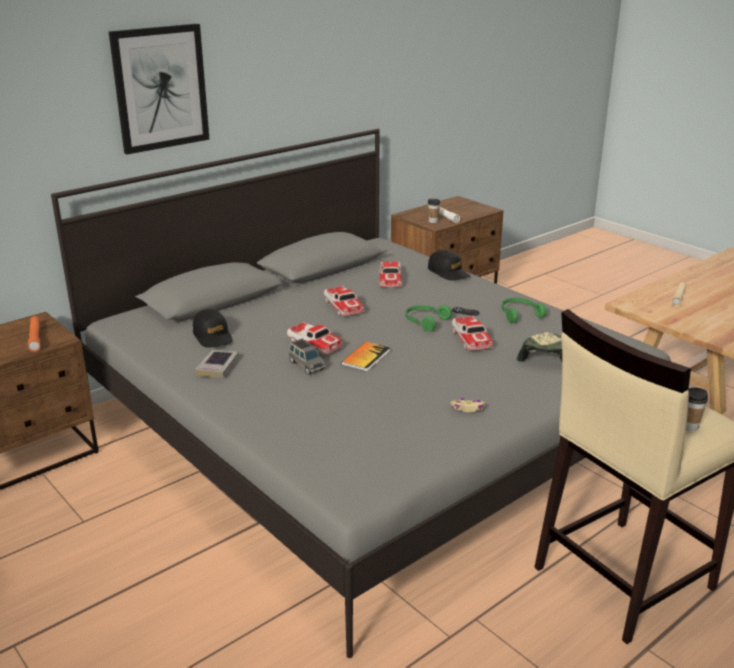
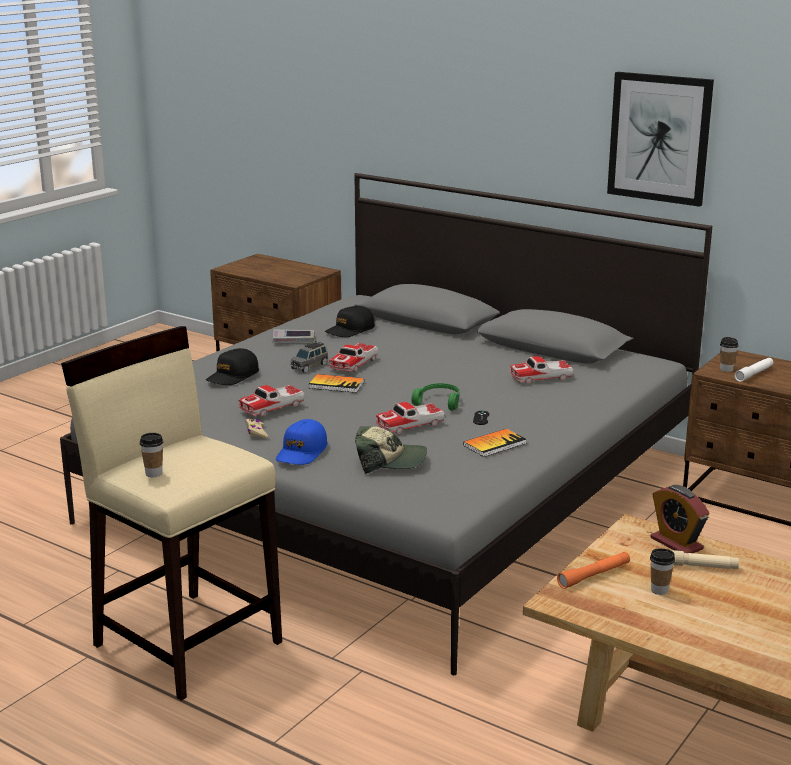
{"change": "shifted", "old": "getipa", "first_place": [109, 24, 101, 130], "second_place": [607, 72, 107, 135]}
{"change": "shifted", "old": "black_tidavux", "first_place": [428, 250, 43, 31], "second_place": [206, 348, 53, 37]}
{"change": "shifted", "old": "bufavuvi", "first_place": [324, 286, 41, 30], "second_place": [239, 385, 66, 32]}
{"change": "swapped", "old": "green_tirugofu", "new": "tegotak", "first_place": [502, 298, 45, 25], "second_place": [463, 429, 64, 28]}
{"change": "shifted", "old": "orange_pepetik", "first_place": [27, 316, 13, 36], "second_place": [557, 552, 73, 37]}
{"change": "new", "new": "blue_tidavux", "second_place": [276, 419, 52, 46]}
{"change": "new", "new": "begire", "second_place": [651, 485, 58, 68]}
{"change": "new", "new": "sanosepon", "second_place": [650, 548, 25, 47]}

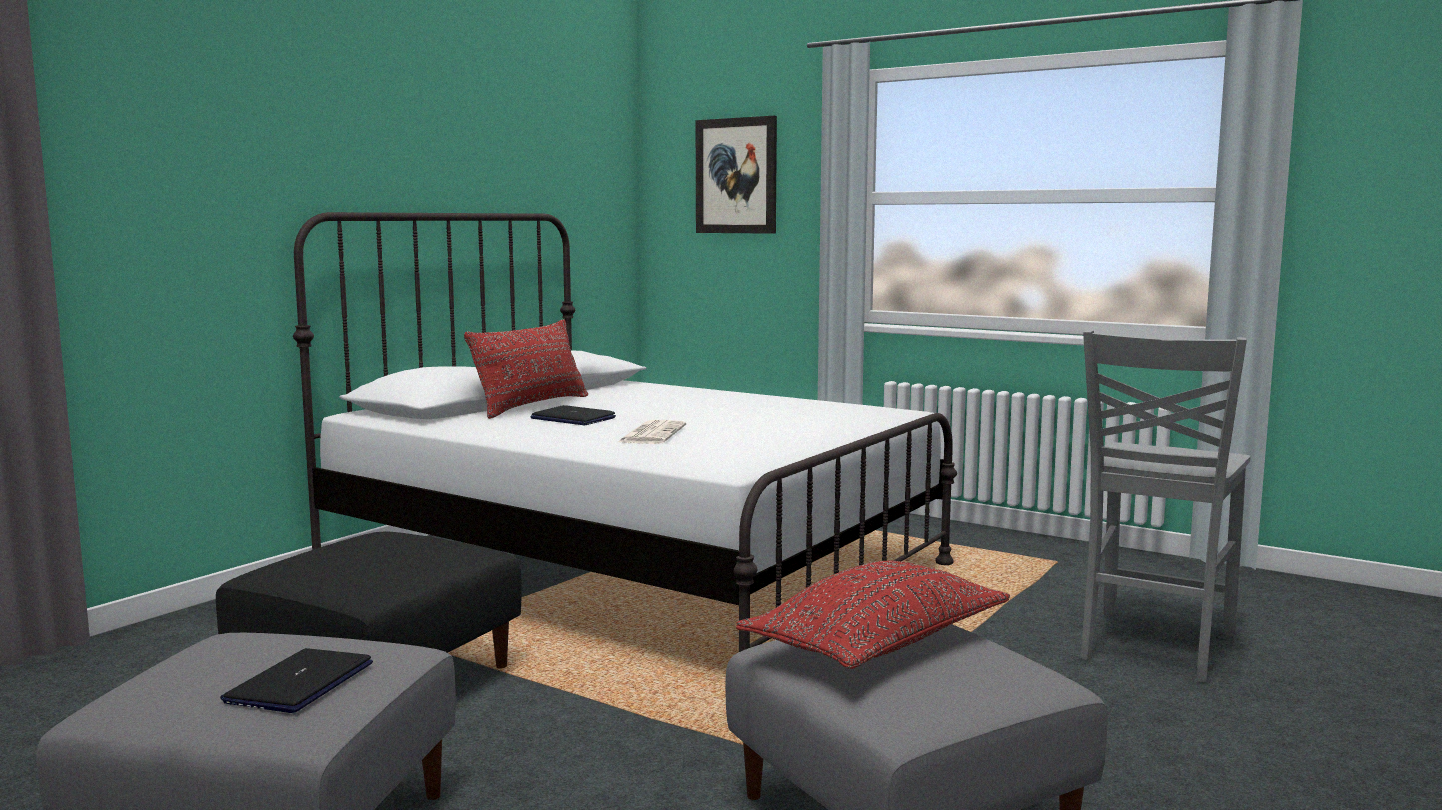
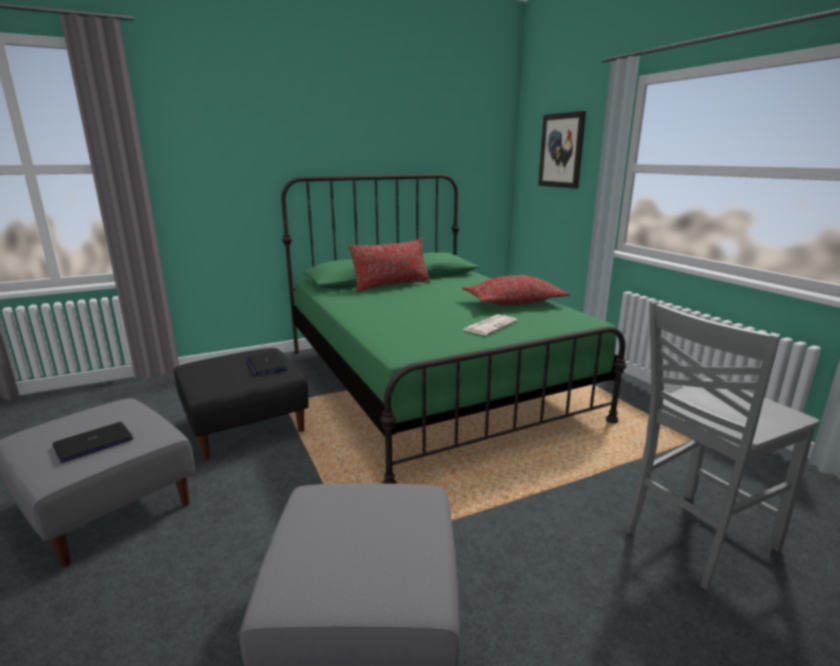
{"change": "repainted", "old": "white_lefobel", "new": "green_lefobel", "first_place": [293, 212, 664, 440], "second_place": [281, 174, 346, 310]}
{"change": "shifted", "old": "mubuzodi", "first_place": [530, 405, 86, 20], "second_place": [246, 351, 42, 24]}
{"change": "shifted", "old": "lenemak", "first_place": [618, 420, 68, 24], "second_place": [463, 315, 55, 20]}
{"change": "shifted", "old": "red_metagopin", "first_place": [736, 561, 274, 108], "second_place": [463, 275, 107, 30]}

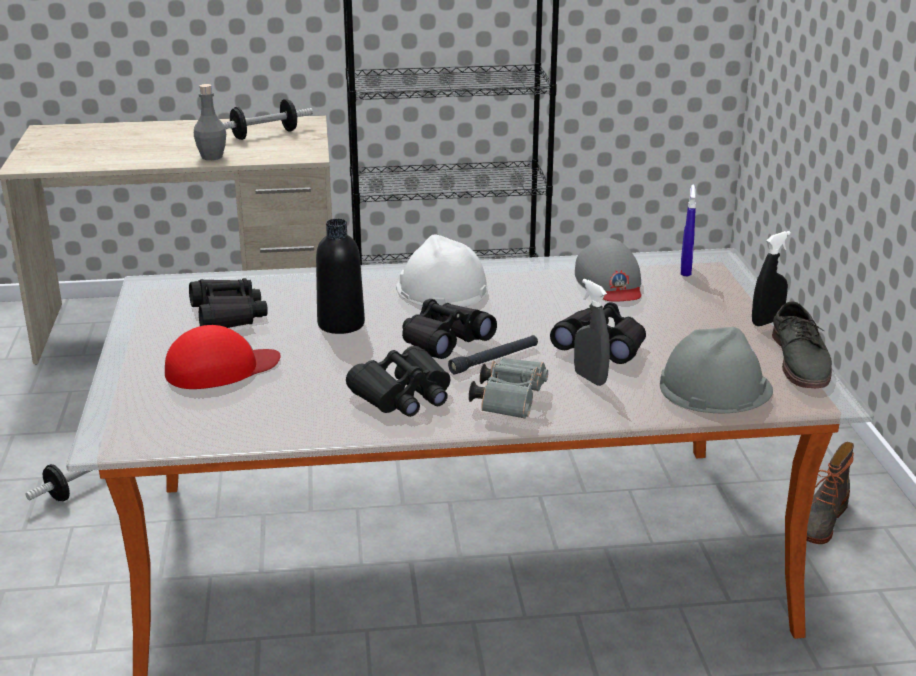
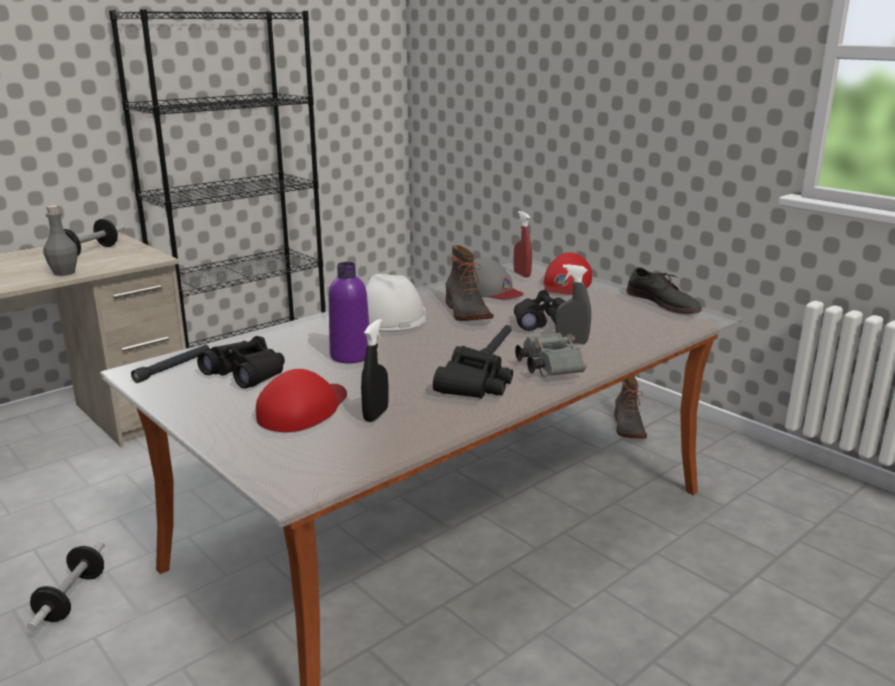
{"change": "repainted", "old": "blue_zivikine", "new": "red_zivikine", "first_place": [681, 185, 15, 91], "second_place": [513, 211, 19, 66]}
{"change": "repainted", "old": "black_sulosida", "new": "purple_sulosida", "first_place": [316, 219, 49, 115], "second_place": [329, 262, 40, 101]}
{"change": "shifted", "old": "black_zivikine", "first_place": [752, 231, 39, 95], "second_place": [361, 319, 27, 103]}
{"change": "gone", "old": "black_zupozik", "first_place": [402, 299, 95, 60]}
{"change": "gone", "old": "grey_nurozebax", "first_place": [660, 327, 113, 86]}
{"change": "new", "new": "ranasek", "second_place": [446, 245, 47, 76]}
{"change": "new", "new": "red_tidavux", "second_place": [544, 252, 48, 43]}
{"change": "new", "new": "black_pepetik", "second_place": [131, 344, 79, 39]}

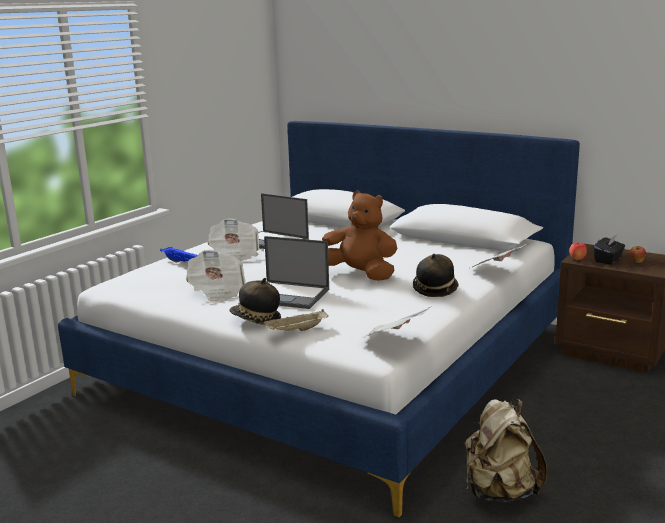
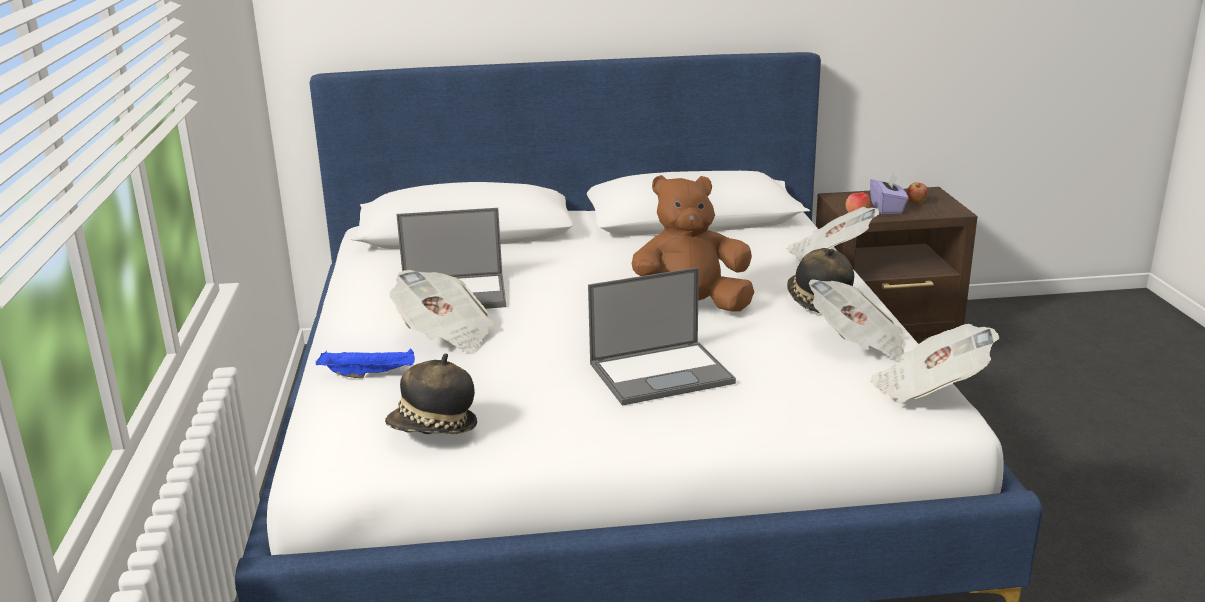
{"change": "repainted", "old": "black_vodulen", "new": "purple_vodulen", "first_place": [594, 235, 31, 30], "second_place": [870, 172, 39, 42]}
{"change": "shifted", "old": "lenemak", "first_place": [186, 250, 59, 54], "second_place": [809, 279, 95, 81]}
{"change": "shifted", "old": "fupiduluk", "first_place": [230, 278, 51, 47], "second_place": [385, 353, 92, 81]}
{"change": "gone", "old": "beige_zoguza", "first_place": [264, 310, 64, 21]}
{"change": "gone", "old": "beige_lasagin", "first_place": [465, 399, 82, 103]}

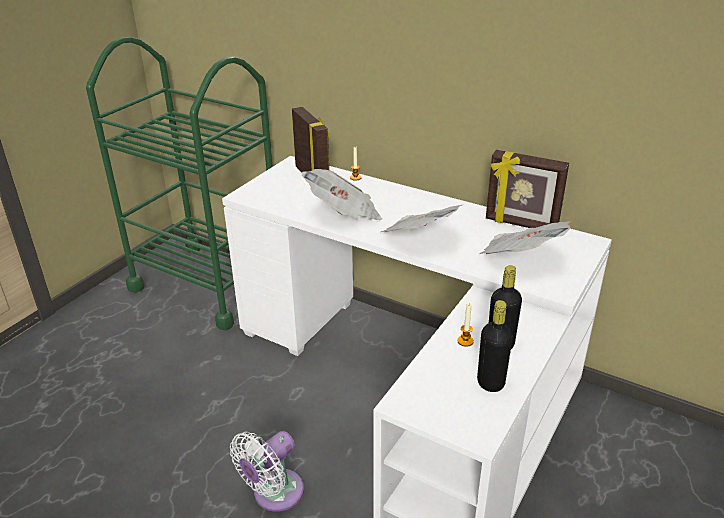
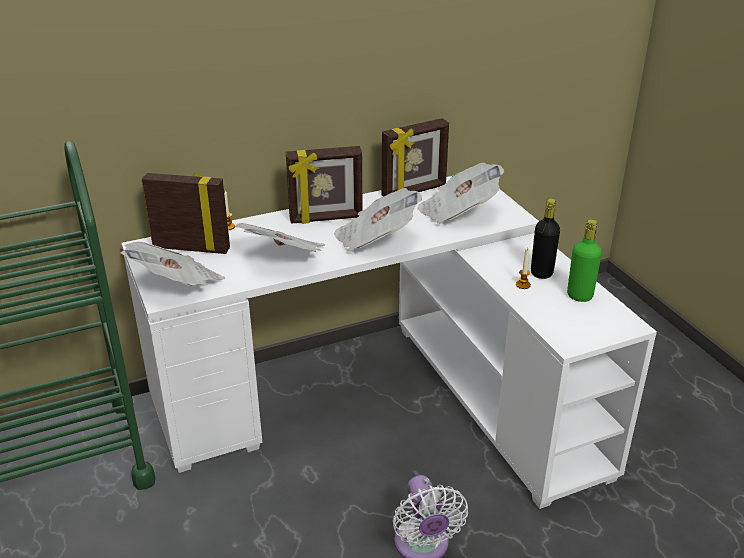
{"change": "repainted", "old": "black_sulosida", "new": "green_sulosida", "first_place": [477, 300, 36, 92], "second_place": [567, 219, 35, 83]}
{"change": "new", "new": "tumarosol", "second_place": [286, 146, 76, 78]}
{"change": "new", "new": "lenemak", "second_place": [120, 242, 105, 44]}

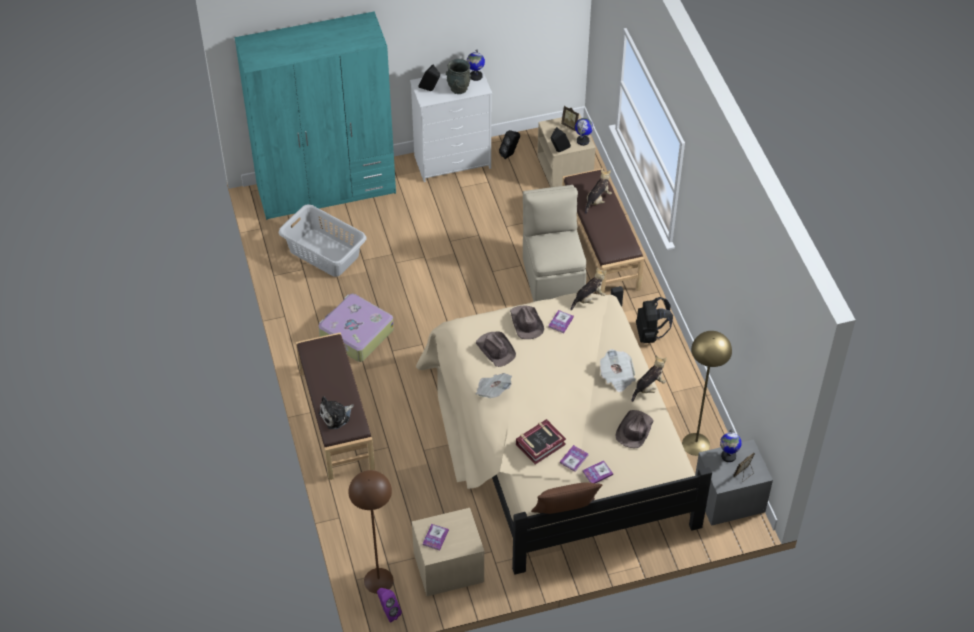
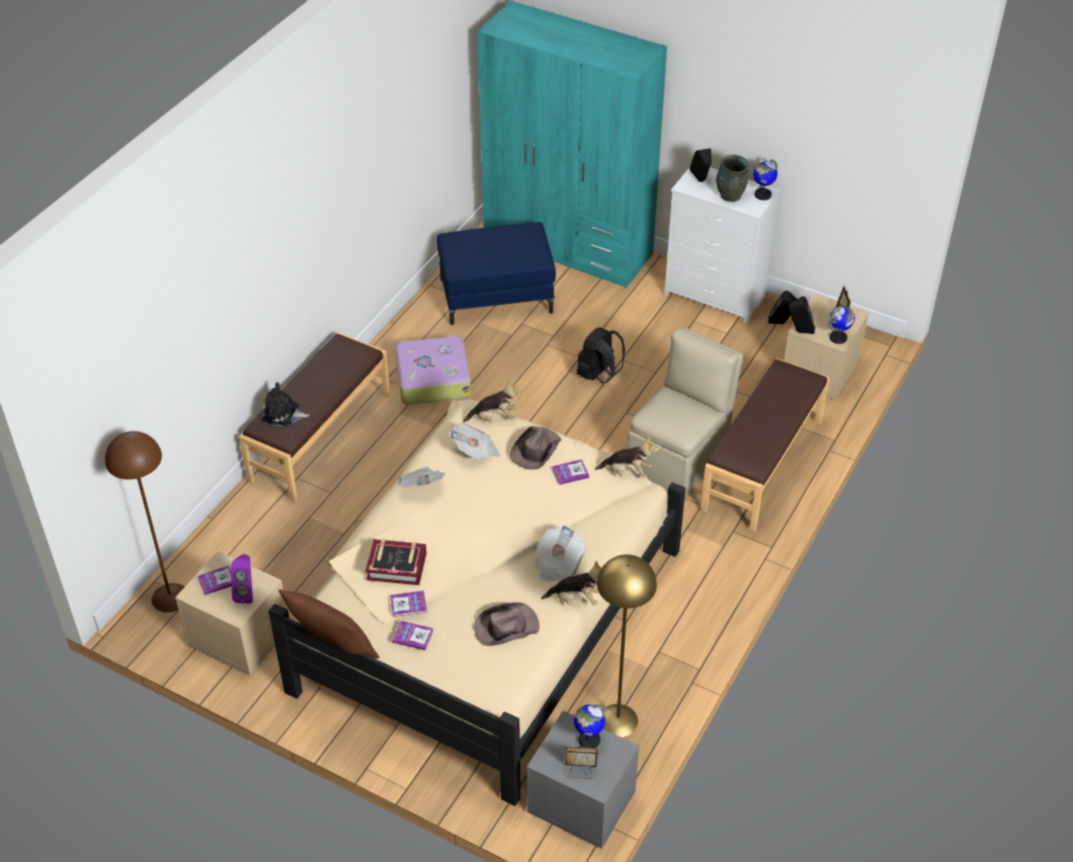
{"change": "shifted", "old": "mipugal", "first_place": [585, 169, 27, 45], "second_place": [463, 378, 58, 45]}
{"change": "swapped", "old": "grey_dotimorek", "new": "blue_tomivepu", "first_place": [279, 204, 88, 73], "second_place": [437, 222, 119, 103]}
{"change": "shifted", "old": "black_lasagin", "first_place": [636, 297, 37, 46], "second_place": [577, 327, 48, 56]}
{"change": "swapped", "old": "brown_fupiduluk", "new": "lenemak", "first_place": [476, 331, 40, 36], "second_place": [448, 423, 53, 37]}
{"change": "shifted", "old": "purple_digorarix", "first_place": [377, 588, 25, 35], "second_place": [231, 554, 22, 50]}

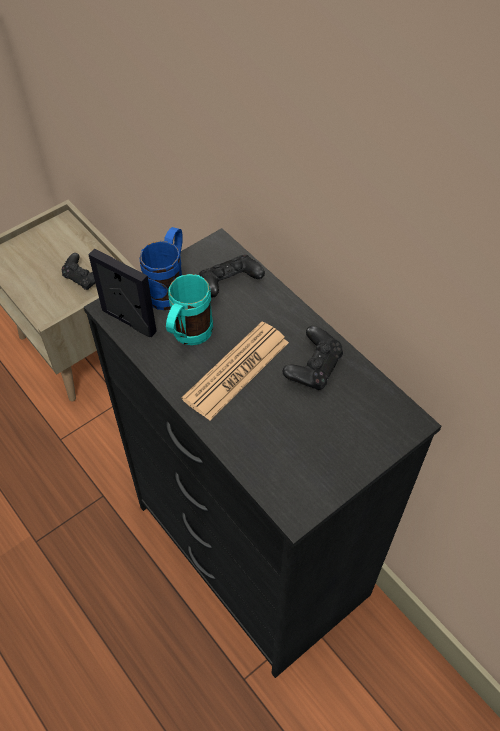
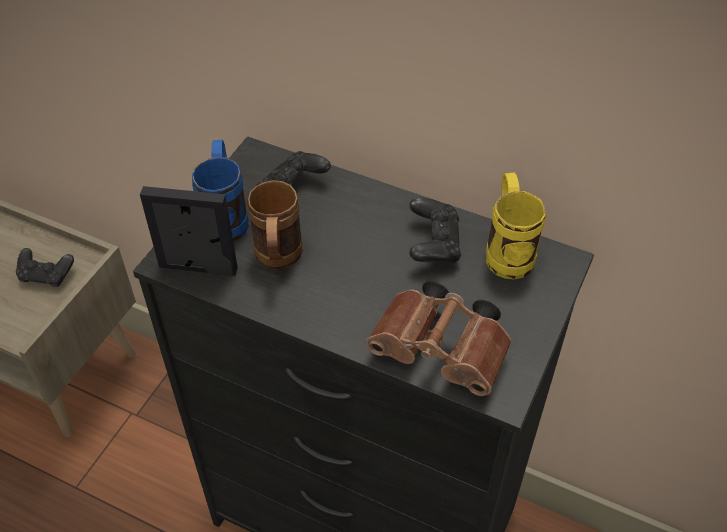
{"change": "repainted", "old": "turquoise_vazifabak", "new": "brown_vazifabak", "first_place": [166, 274, 47, 71], "second_place": [247, 180, 56, 90]}
{"change": "gone", "old": "lenemak", "first_place": [182, 322, 107, 99]}
{"change": "new", "new": "yellow_vazifabak", "second_place": [486, 172, 60, 108]}
{"change": "new", "new": "brown_zupozik", "second_place": [366, 281, 146, 115]}

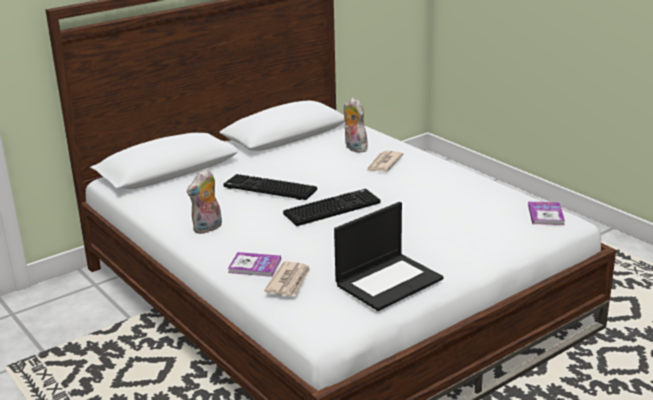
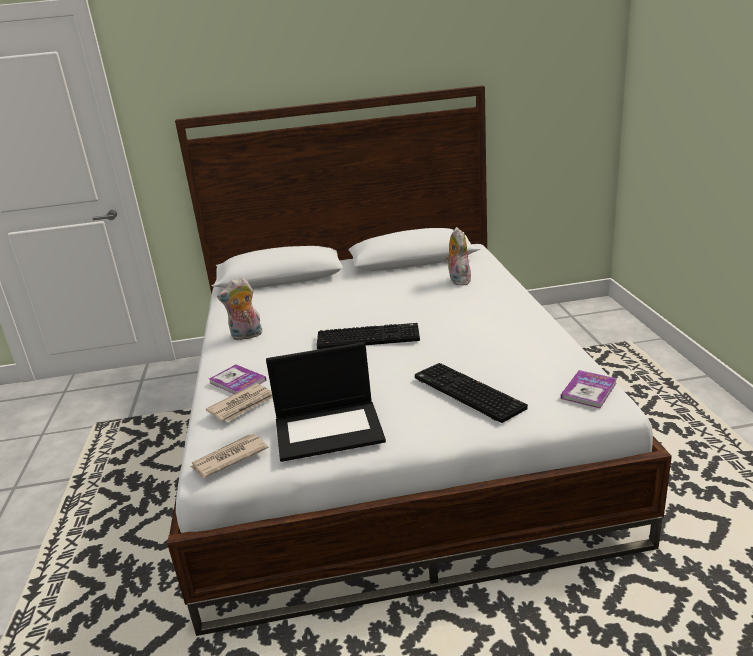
{"change": "shifted", "old": "lenemak", "first_place": [367, 151, 37, 21], "second_place": [190, 434, 79, 44]}
{"change": "shifted", "old": "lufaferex", "first_place": [224, 174, 93, 26], "second_place": [415, 363, 113, 60]}

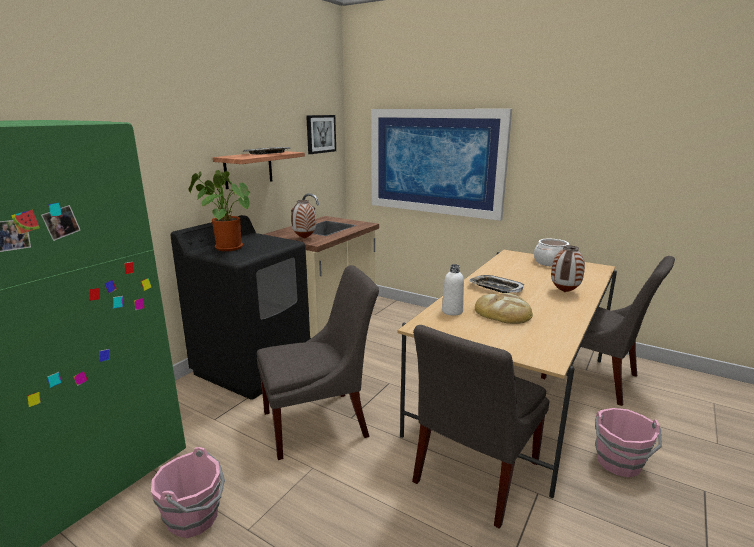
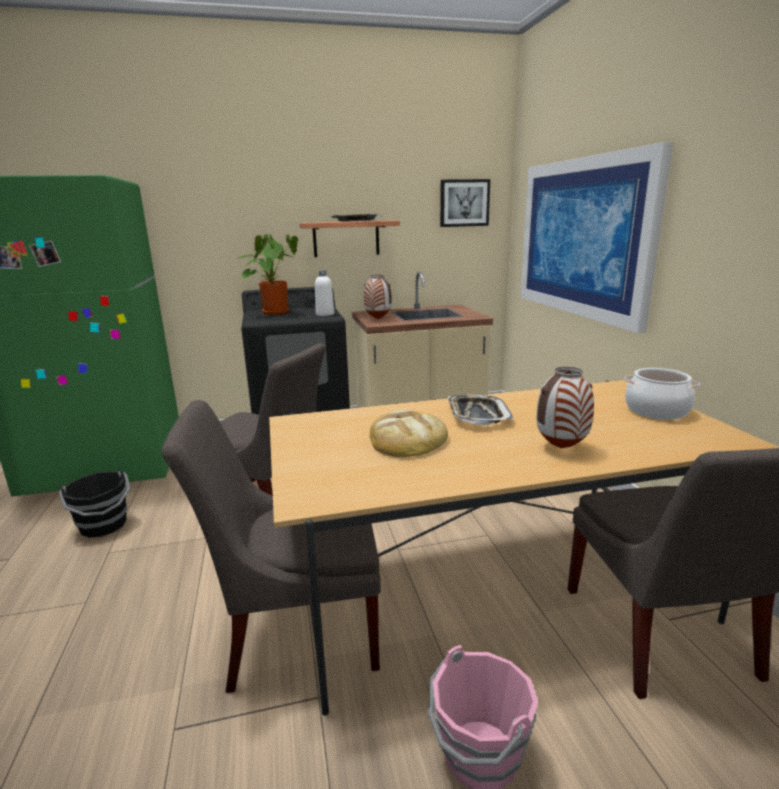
{"change": "shifted", "old": "white_sulosida", "first_place": [442, 264, 22, 51], "second_place": [315, 270, 19, 46]}
{"change": "repainted", "old": "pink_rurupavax", "new": "black_rurupavax", "first_place": [151, 447, 74, 91], "second_place": [59, 468, 72, 70]}

